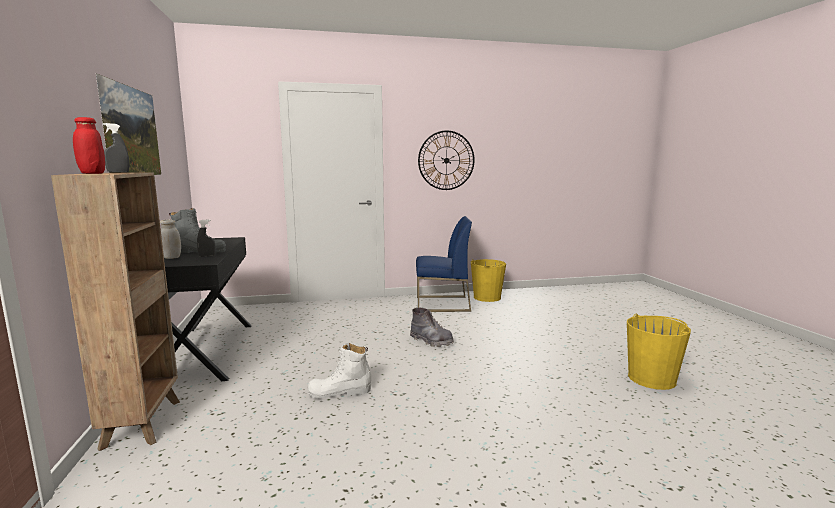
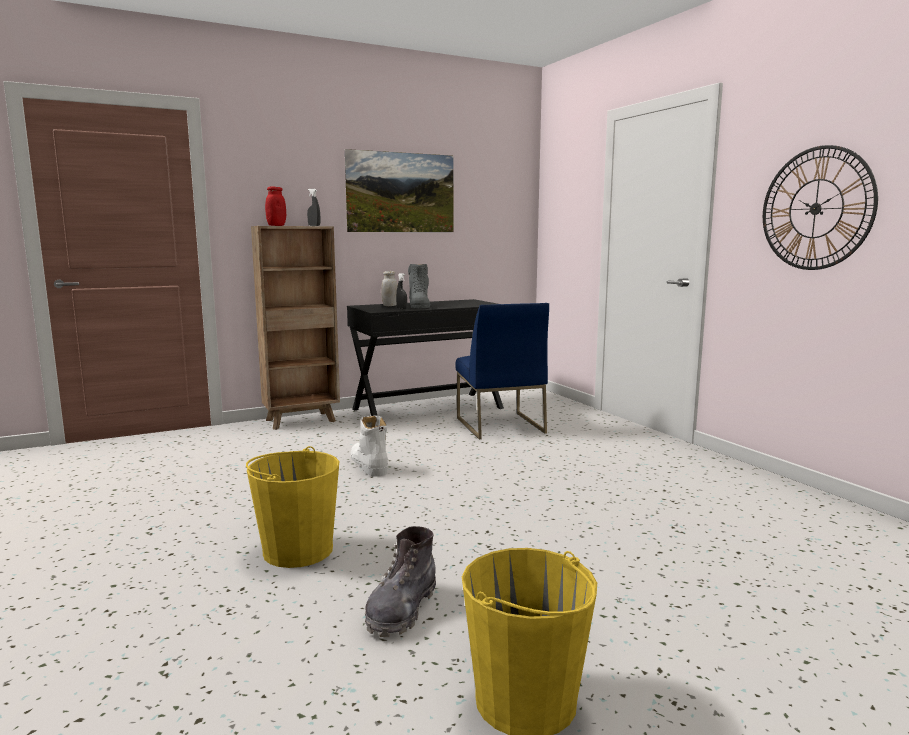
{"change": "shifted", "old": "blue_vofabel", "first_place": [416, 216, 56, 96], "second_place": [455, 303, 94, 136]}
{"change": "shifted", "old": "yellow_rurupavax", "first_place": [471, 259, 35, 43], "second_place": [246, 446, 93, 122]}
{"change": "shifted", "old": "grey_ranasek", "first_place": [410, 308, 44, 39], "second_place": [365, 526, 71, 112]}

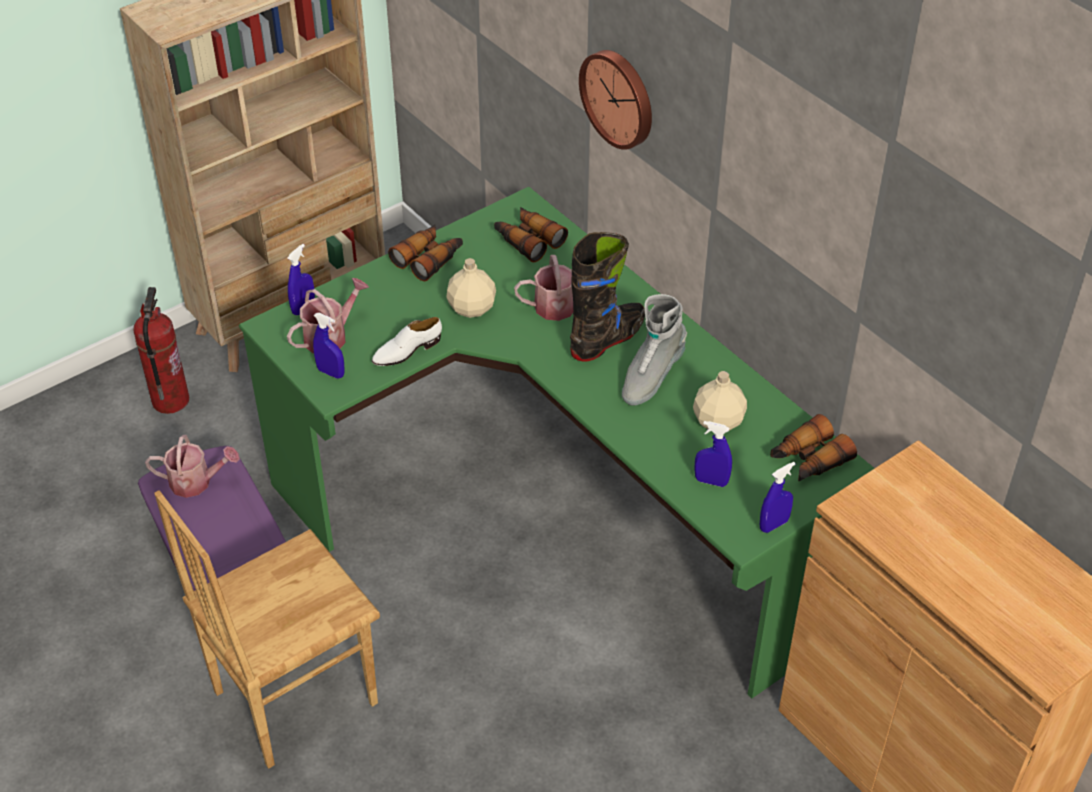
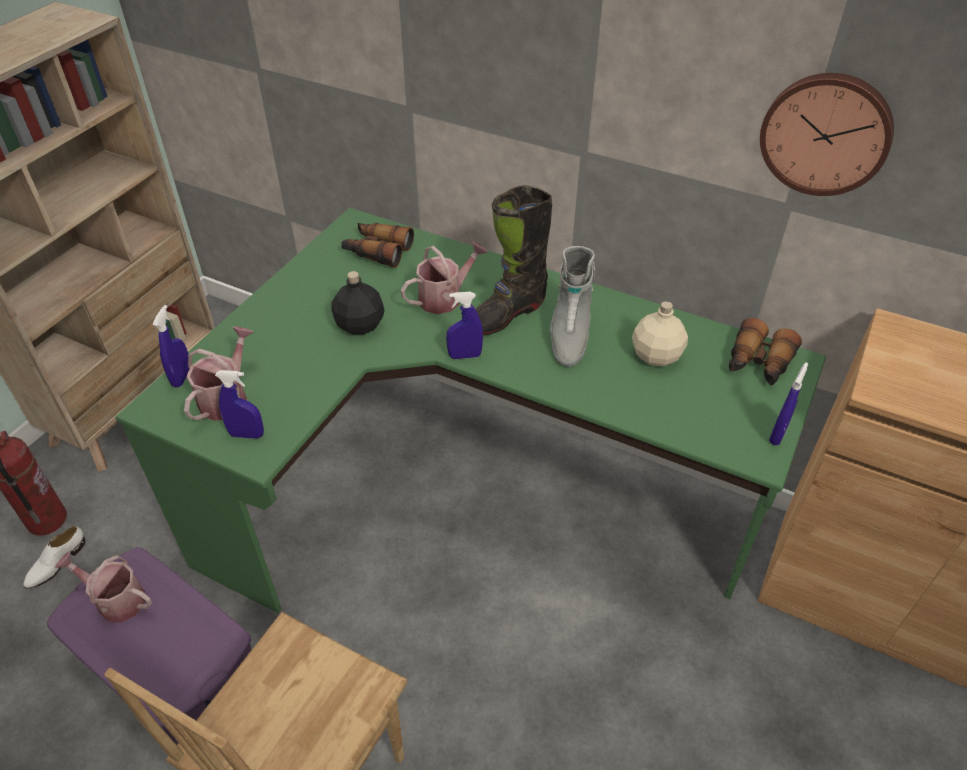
{"change": "shifted", "old": "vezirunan", "first_place": [579, 50, 73, 100], "second_place": [760, 73, 134, 123]}
{"change": "gone", "old": "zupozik", "first_place": [388, 225, 75, 56]}
{"change": "rotated", "old": "black_ranasek", "first_place": [570, 232, 75, 130], "second_place": [475, 185, 77, 150], "degrees": -150}
{"change": "repainted", "old": "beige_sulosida", "new": "black_sulosida", "first_place": [446, 258, 50, 60], "second_place": [331, 271, 54, 64]}
{"change": "shifted", "old": "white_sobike", "first_place": [372, 317, 70, 49], "second_place": [23, 526, 62, 63]}
{"change": "shifted", "old": "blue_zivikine", "first_place": [694, 421, 38, 66], "second_place": [446, 292, 37, 67]}
{"change": "rotated", "old": "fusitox", "first_place": [145, 435, 95, 63], "second_place": [55, 551, 97, 72], "degrees": -135}

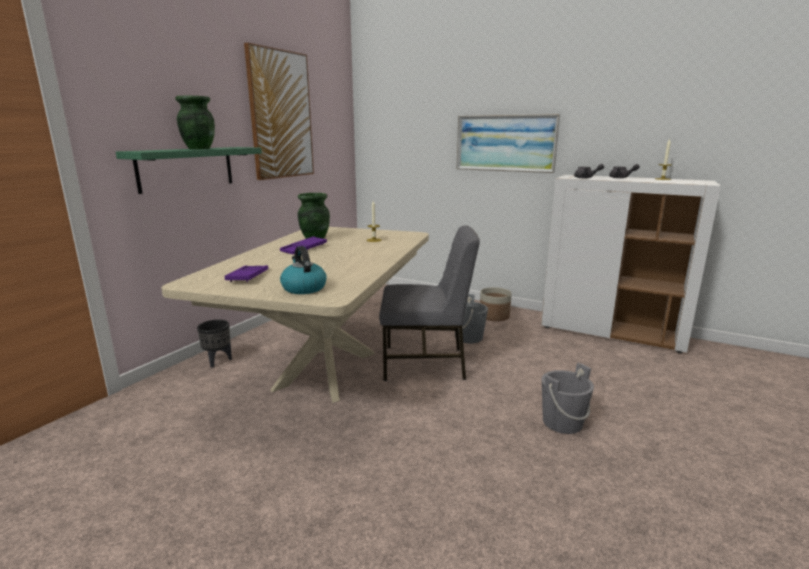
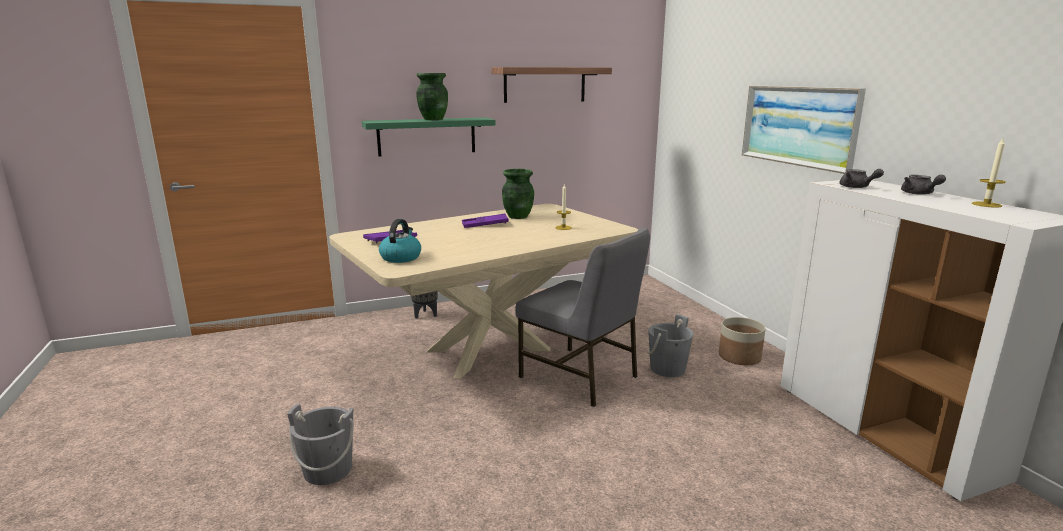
{"change": "swapped", "old": "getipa", "new": "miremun", "first_place": [244, 43, 70, 137], "second_place": [491, 67, 121, 36]}
{"change": "shifted", "old": "grey_rurupavax", "first_place": [542, 363, 52, 71], "second_place": [287, 404, 67, 81]}

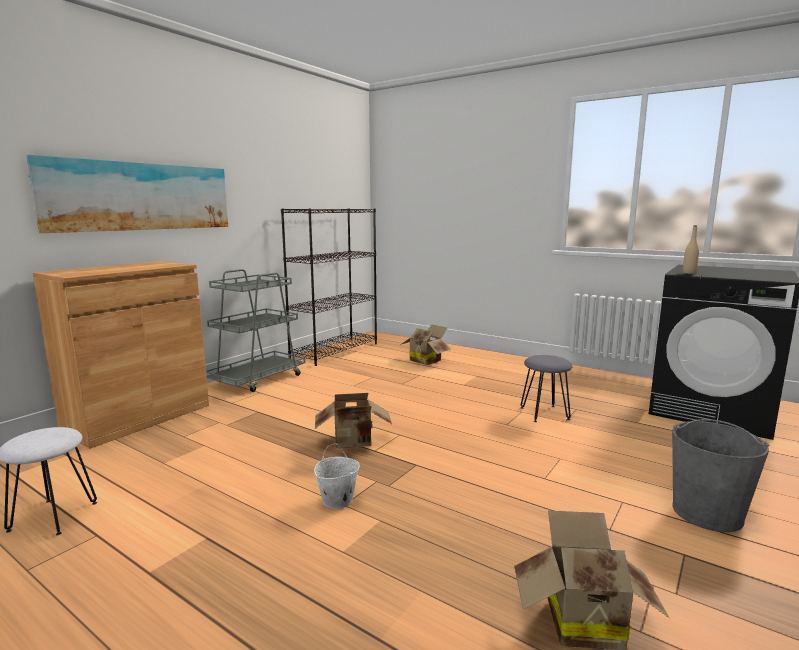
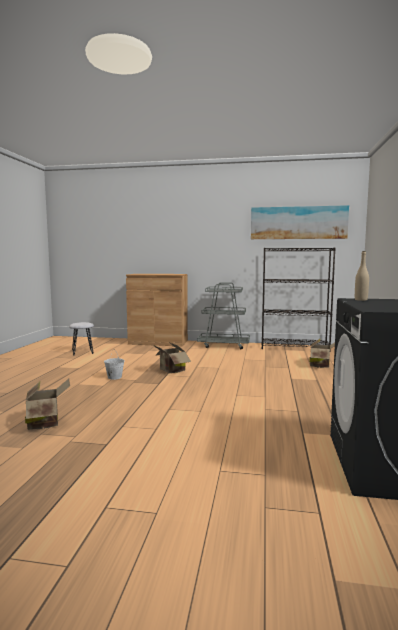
{"change": "shifted", "old": "getipa", "first_place": [26, 155, 202, 78], "second_place": [251, 205, 98, 34]}
{"change": "gone", "old": "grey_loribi", "first_place": [521, 355, 51, 67]}
{"change": "gone", "old": "grey_rurupavax", "first_place": [672, 419, 97, 113]}

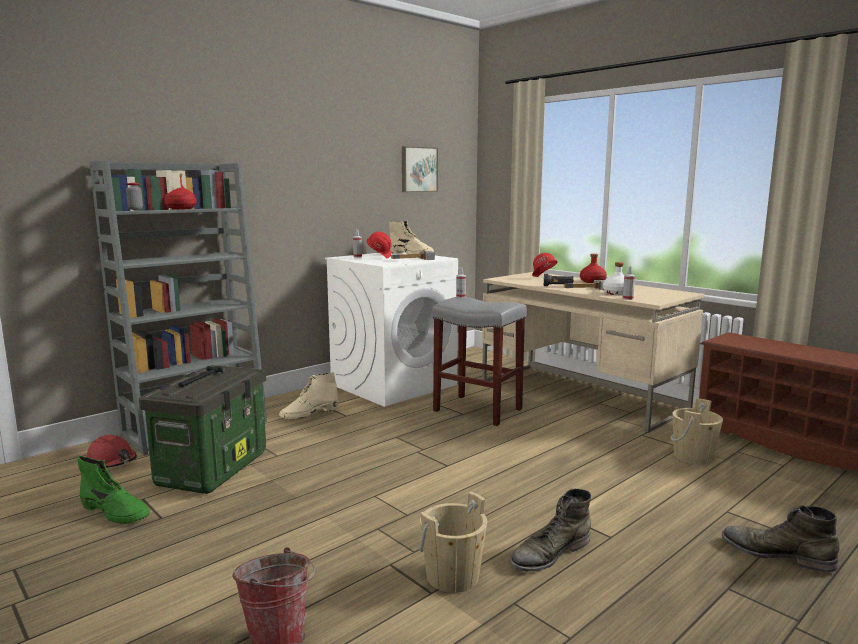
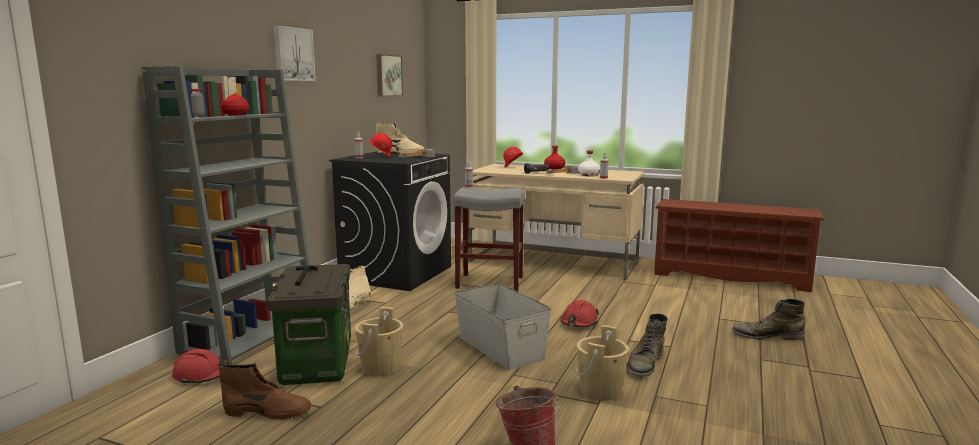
{"change": "repainted", "old": "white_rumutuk", "new": "black_rumutuk", "first_place": [325, 252, 133, 155], "second_place": [329, 151, 122, 140]}
{"change": "shifted", "old": "beige_rurupavax", "first_place": [671, 398, 52, 67], "second_place": [355, 307, 48, 69]}
{"change": "repainted", "old": "green_ranasek", "new": "brown_ranasek", "first_place": [77, 456, 73, 68], "second_place": [219, 363, 92, 57]}
{"change": "new", "new": "getipa", "second_place": [273, 26, 43, 55]}
{"change": "new", "new": "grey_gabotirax", "second_place": [454, 283, 98, 87]}
{"change": "new", "new": "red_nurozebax", "second_place": [561, 300, 38, 27]}

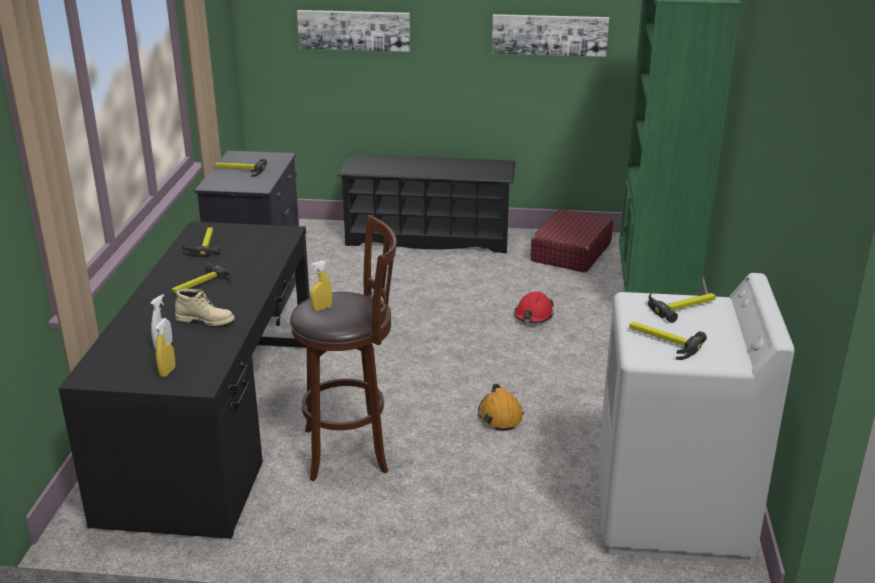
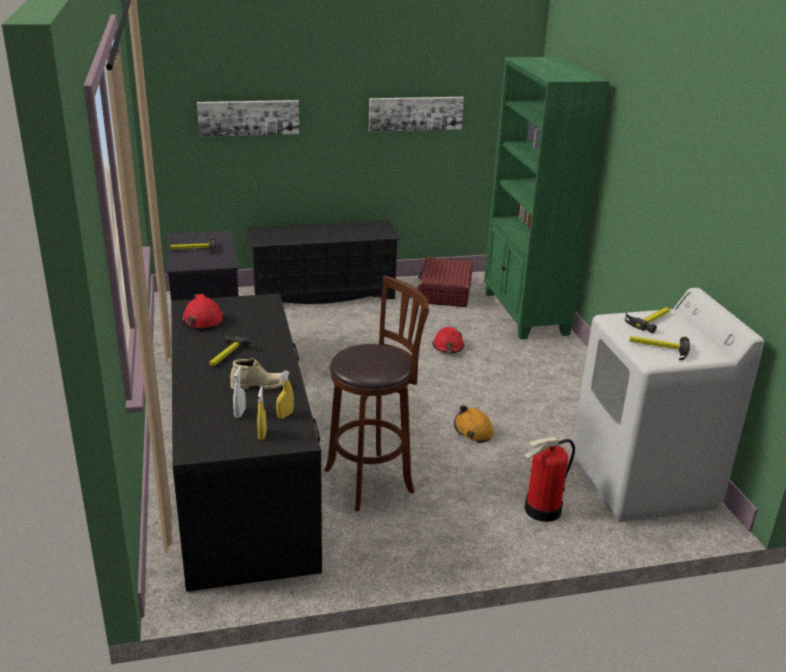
{"change": "swapped", "old": "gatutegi", "new": "red_nurozebax", "first_place": [182, 228, 38, 29], "second_place": [182, 294, 42, 37]}
{"change": "shifted", "old": "yellow_zivikine", "first_place": [310, 260, 22, 51], "second_place": [276, 371, 18, 48]}
{"change": "new", "new": "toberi", "second_place": [525, 436, 50, 86]}

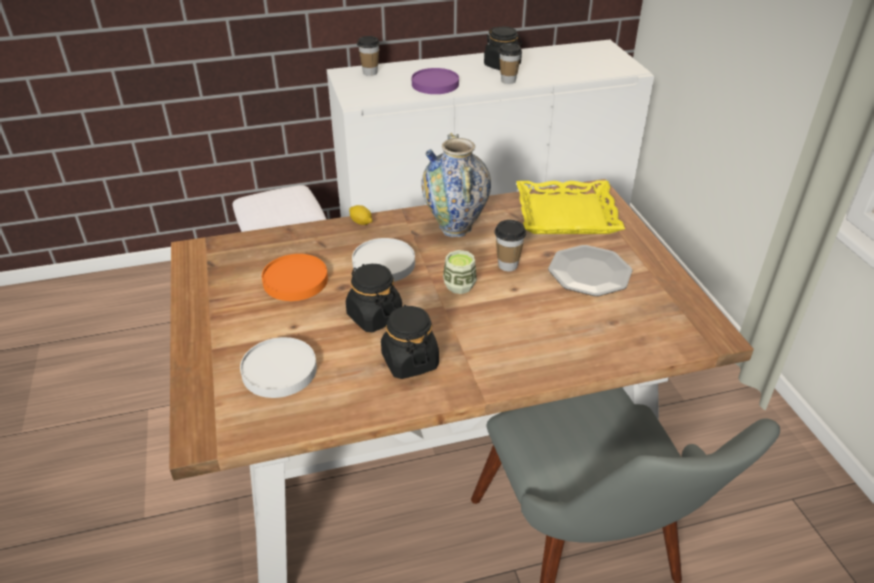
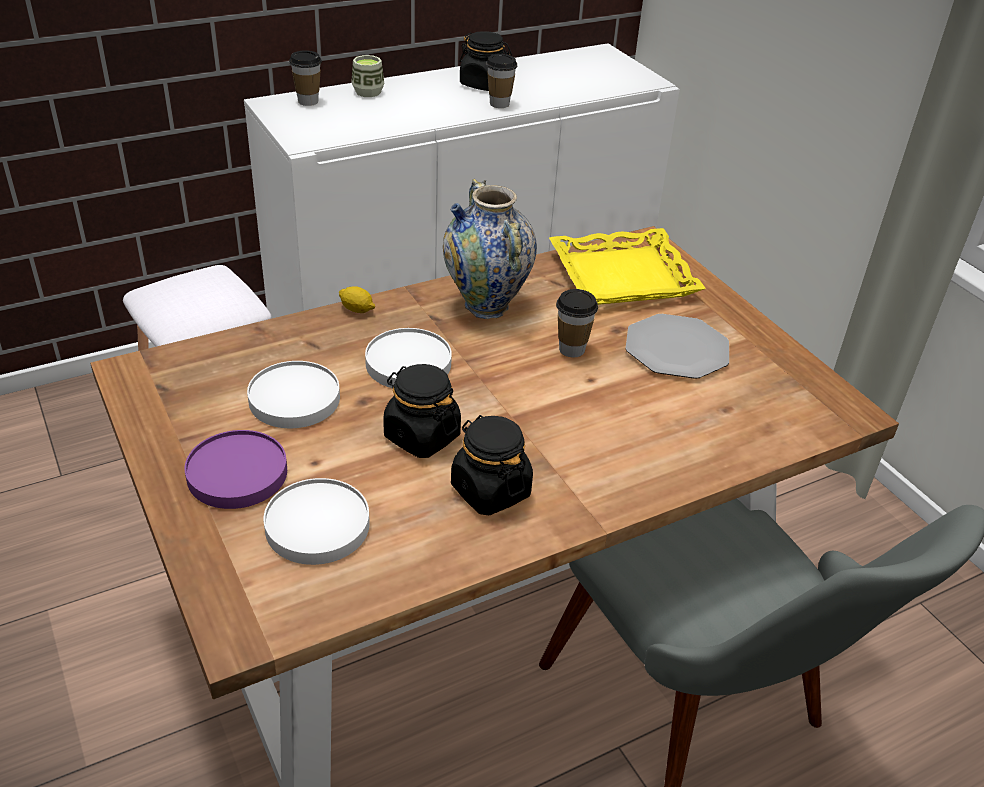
{"change": "shifted", "old": "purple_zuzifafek", "first_place": [412, 68, 47, 26], "second_place": [184, 430, 103, 79]}
{"change": "shifted", "old": "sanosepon", "first_place": [443, 250, 34, 44], "second_place": [351, 55, 33, 42]}
{"change": "repainted", "old": "orange_zuzifafek", "new": "white_zuzifafek", "first_place": [262, 254, 66, 47], "second_place": [247, 361, 93, 67]}

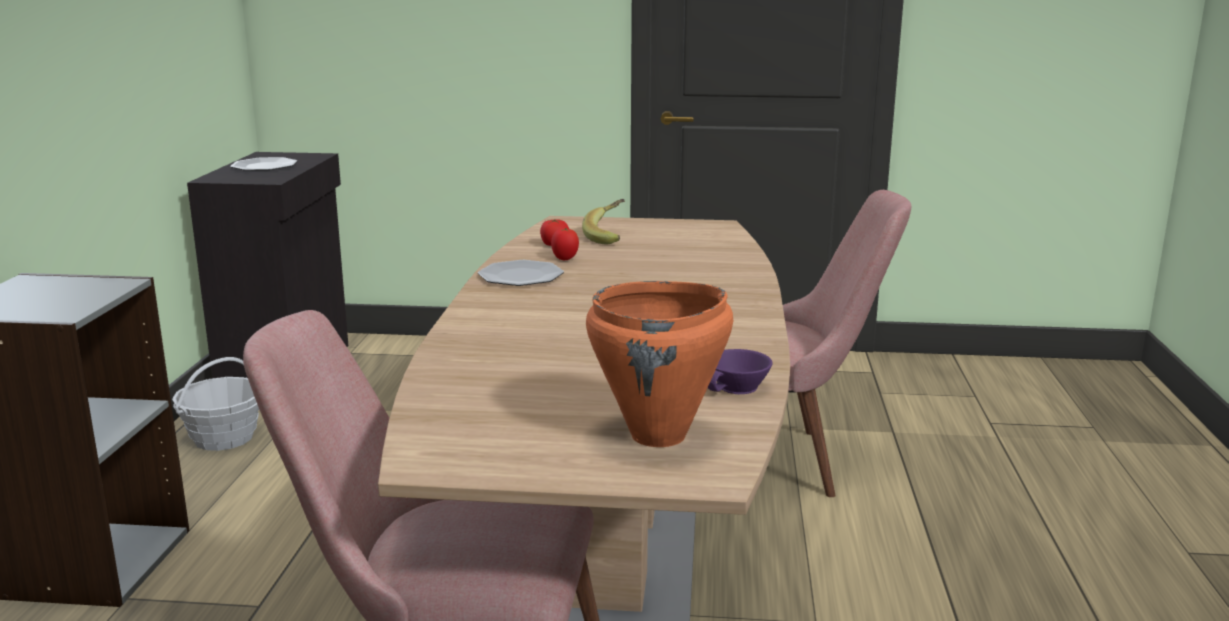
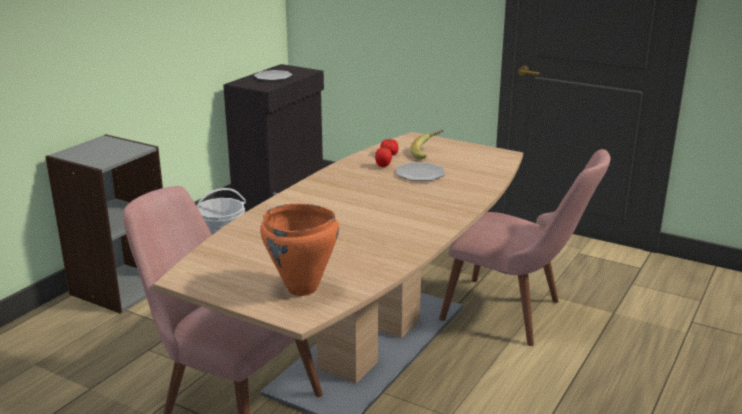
{"change": "shifted", "old": "zuzifafek", "first_place": [478, 260, 86, 26], "second_place": [396, 162, 49, 19]}
{"change": "gone", "old": "purple_sanosepon", "first_place": [708, 349, 65, 45]}

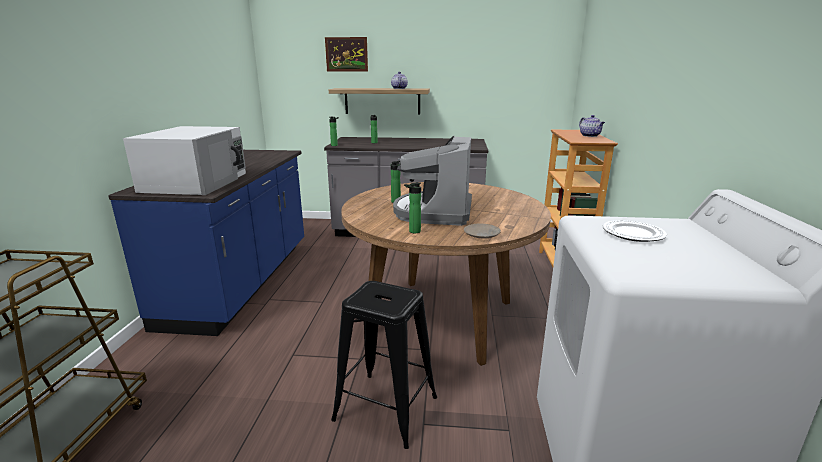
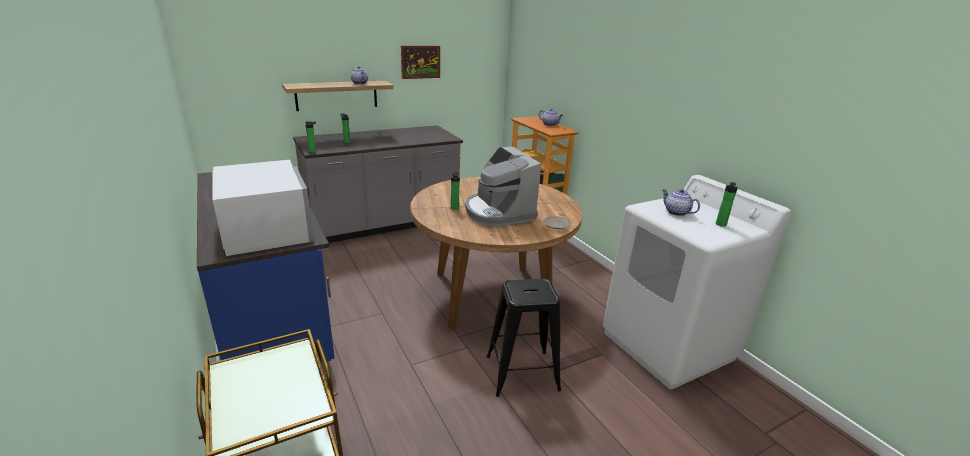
{"change": "shifted", "old": "getipa", "first_place": [325, 37, 43, 35], "second_place": [401, 46, 39, 33]}
{"change": "shifted", "old": "sulosida", "first_place": [404, 182, 17, 51], "second_place": [716, 182, 22, 45]}
{"change": "swapped", "old": "zuzifafek", "new": "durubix", "first_place": [603, 220, 64, 22], "second_place": [662, 189, 38, 27]}

